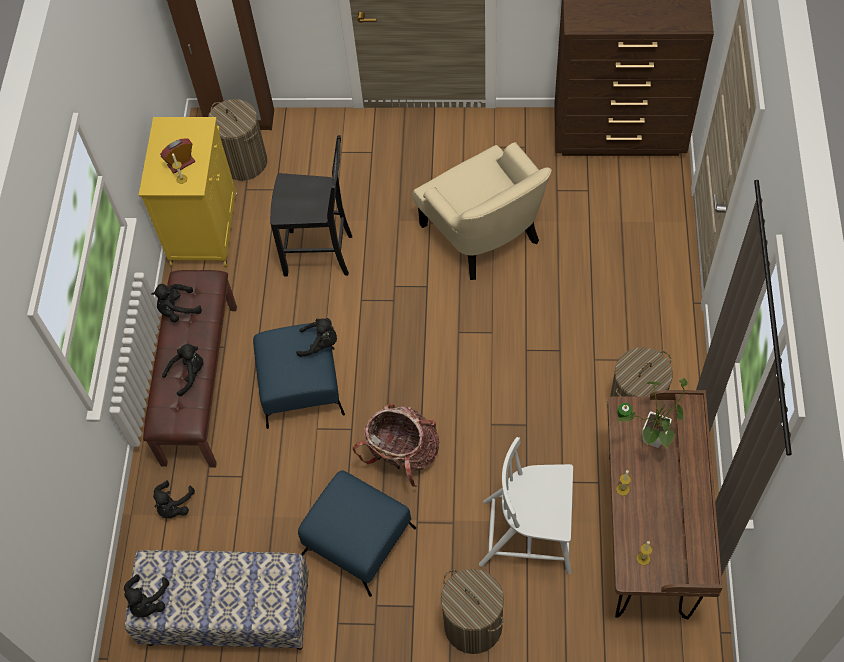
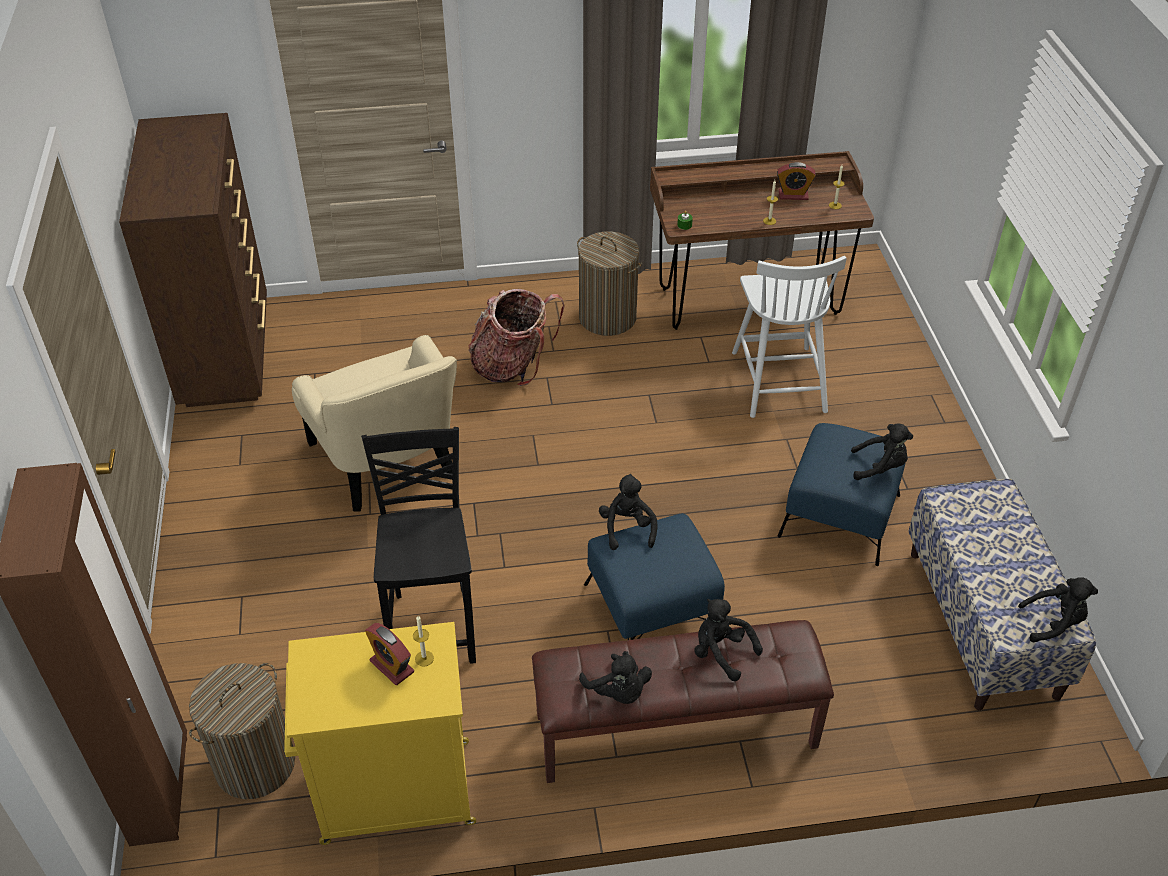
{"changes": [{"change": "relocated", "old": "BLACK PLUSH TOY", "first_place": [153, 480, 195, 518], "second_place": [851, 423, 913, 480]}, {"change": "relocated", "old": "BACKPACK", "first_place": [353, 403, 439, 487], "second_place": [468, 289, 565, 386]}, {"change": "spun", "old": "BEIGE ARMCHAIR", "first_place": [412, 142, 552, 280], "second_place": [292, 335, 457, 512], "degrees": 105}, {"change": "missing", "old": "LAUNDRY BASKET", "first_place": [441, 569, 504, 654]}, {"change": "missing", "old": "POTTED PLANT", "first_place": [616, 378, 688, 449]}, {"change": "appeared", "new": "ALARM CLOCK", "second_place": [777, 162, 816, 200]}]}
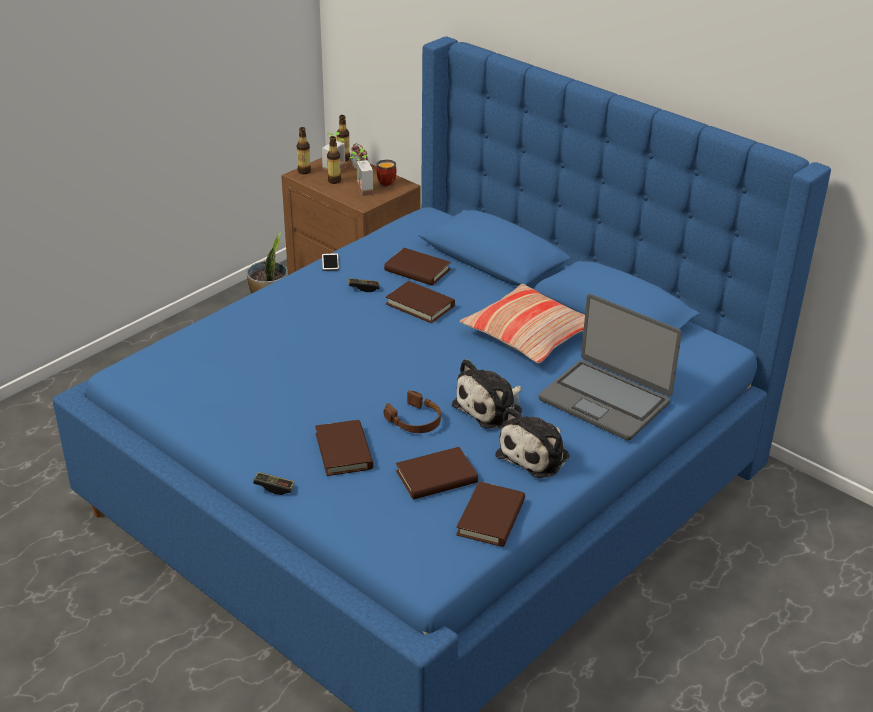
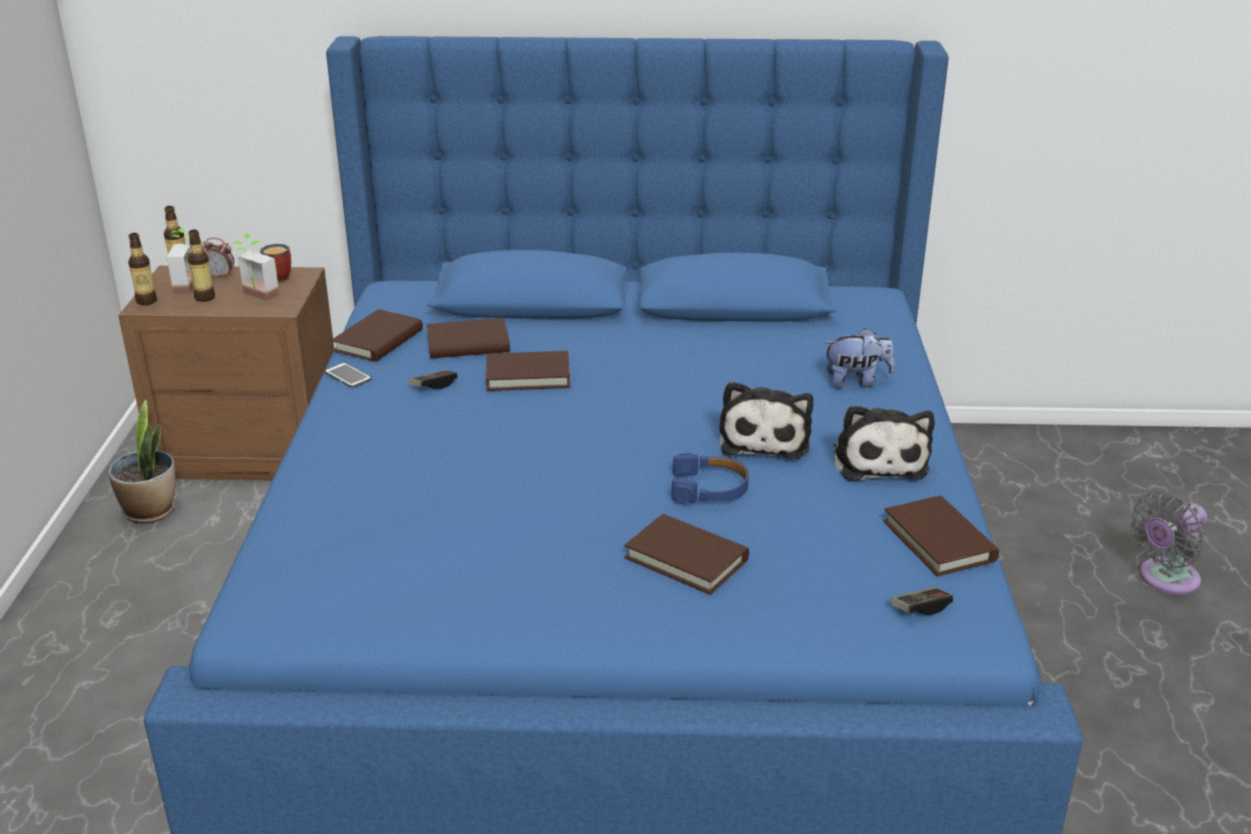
{"changes": [{"change": "relocated", "old": "GAME CONTROLLER", "first_place": [253, 472, 295, 495], "second_place": [891, 587, 953, 615]}, {"change": "colour", "old": "BROWN HEADPHONES", "new": "BLUE HEADPHONES", "first_place": [384, 391, 441, 433], "second_place": [671, 453, 749, 503]}, {"change": "relocated", "old": "BROWN BOOK", "first_place": [396, 447, 478, 500], "second_place": [331, 309, 423, 362]}, {"change": "missing", "old": "PILLOW", "first_place": [460, 284, 585, 364]}, {"change": "exchanged", "old": "LAPTOP", "new": "PLUSH TOY", "first_place": [538, 294, 682, 441], "second_place": [824, 328, 894, 388]}, {"change": "appeared", "new": "GREY FAN", "second_place": [1131, 491, 1207, 595]}]}
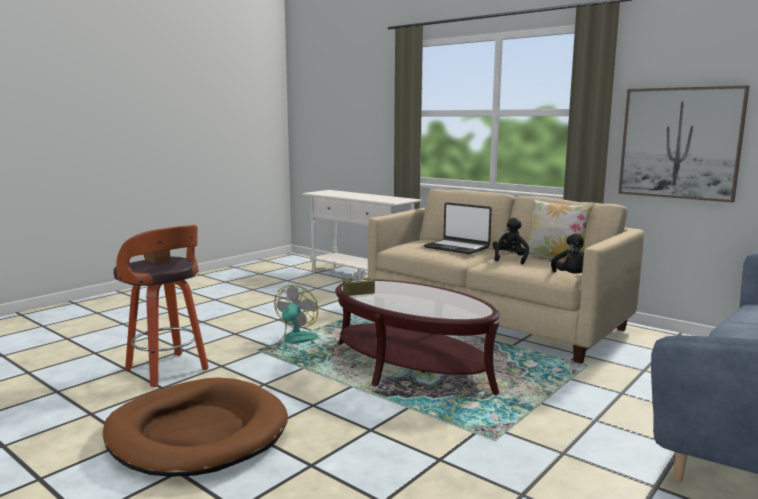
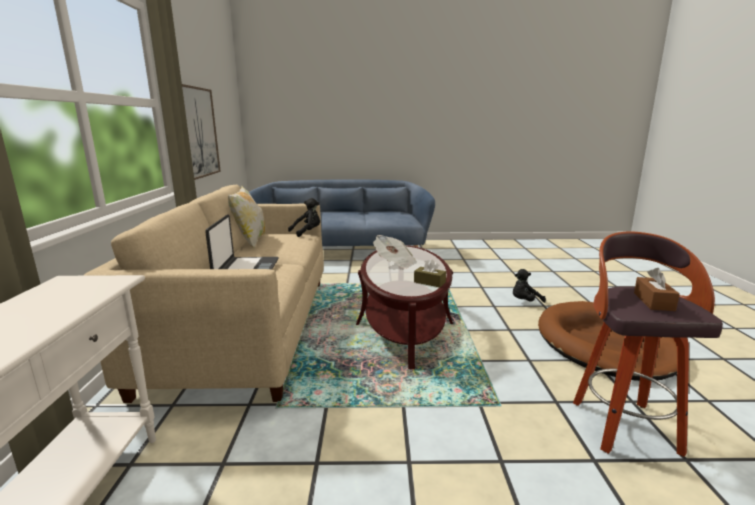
{"changes": [{"change": "missing", "old": "FAN", "first_place": [274, 285, 318, 351]}, {"change": "relocated", "old": "BLACK PLUSH TOY", "first_place": [493, 218, 529, 264], "second_place": [513, 269, 546, 303]}, {"change": "appeared", "new": "NEWSPAPER", "second_place": [373, 235, 415, 269]}]}
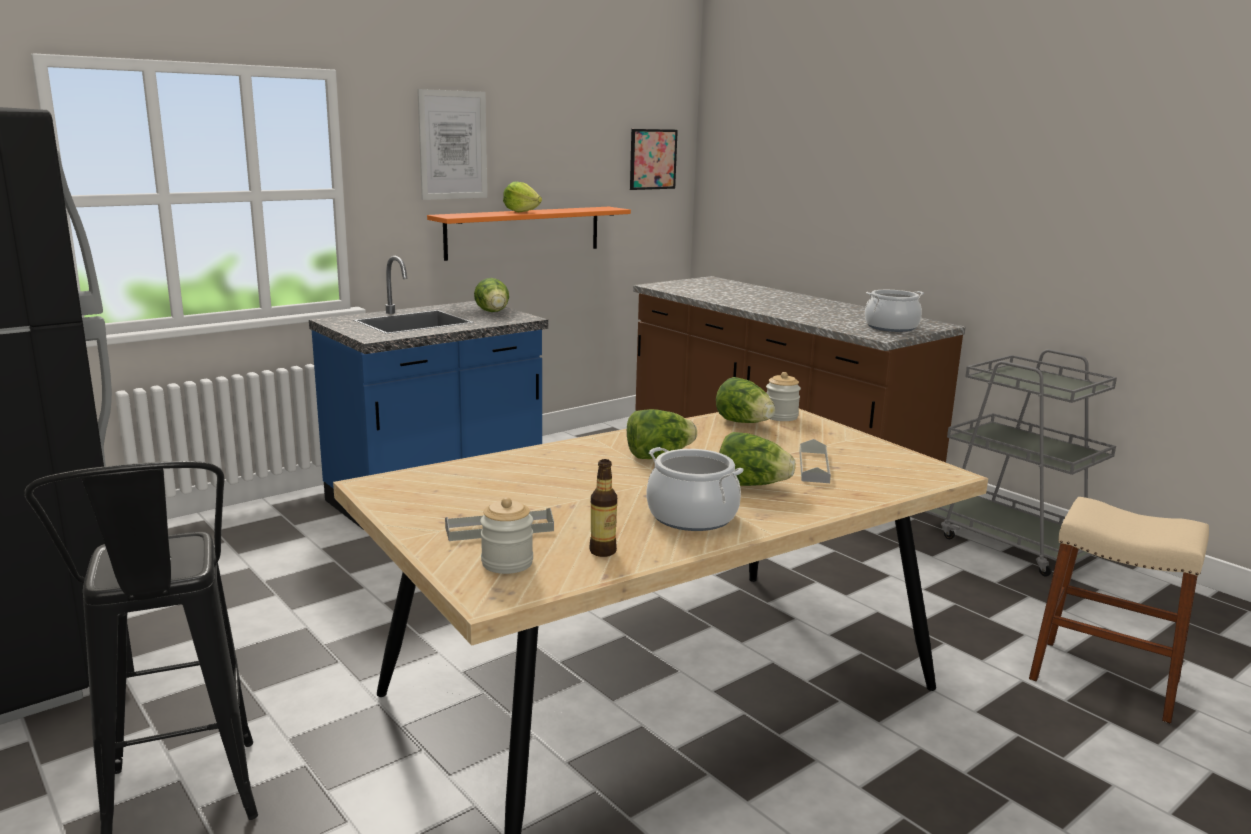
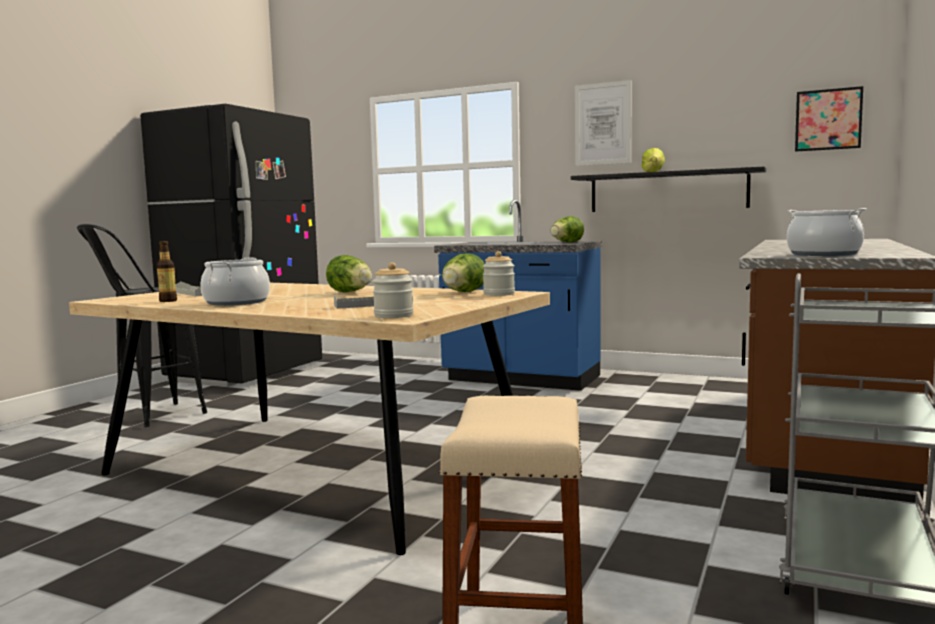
{"changes": [{"change": "colour", "old": "ORANGE SHELF", "new": "BLACK SHELF", "first_place": [427, 207, 631, 261], "second_place": [571, 167, 766, 212]}, {"change": "relocated", "old": "JAR", "first_place": [480, 497, 533, 574], "second_place": [373, 262, 413, 318]}, {"change": "missing", "old": "LETTUCE", "first_place": [719, 432, 795, 486]}]}
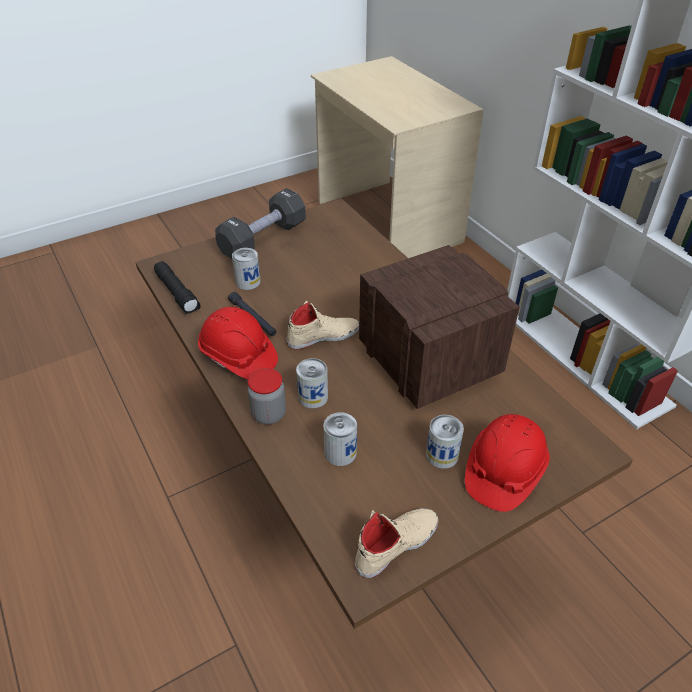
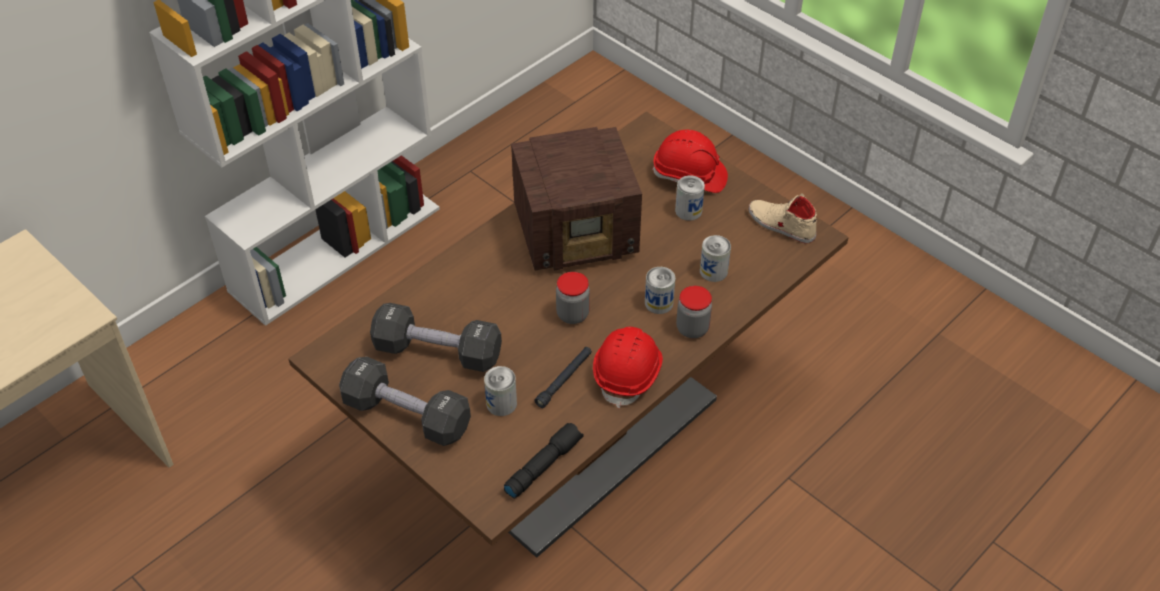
{"changes": [{"change": "exchanged", "old": "BEIGE SHOE", "new": "JAR", "first_place": [287, 301, 359, 350], "second_place": [556, 272, 590, 324]}, {"change": "spun", "old": "RADIO", "first_place": [359, 245, 520, 409], "second_place": [511, 127, 642, 271], "degrees": -150}, {"change": "appeared", "new": "BLACK DUMBBELL", "second_place": [370, 303, 502, 372]}]}
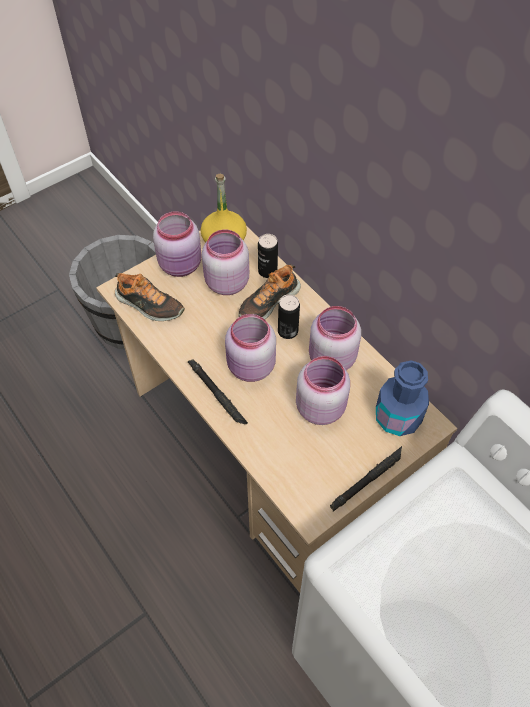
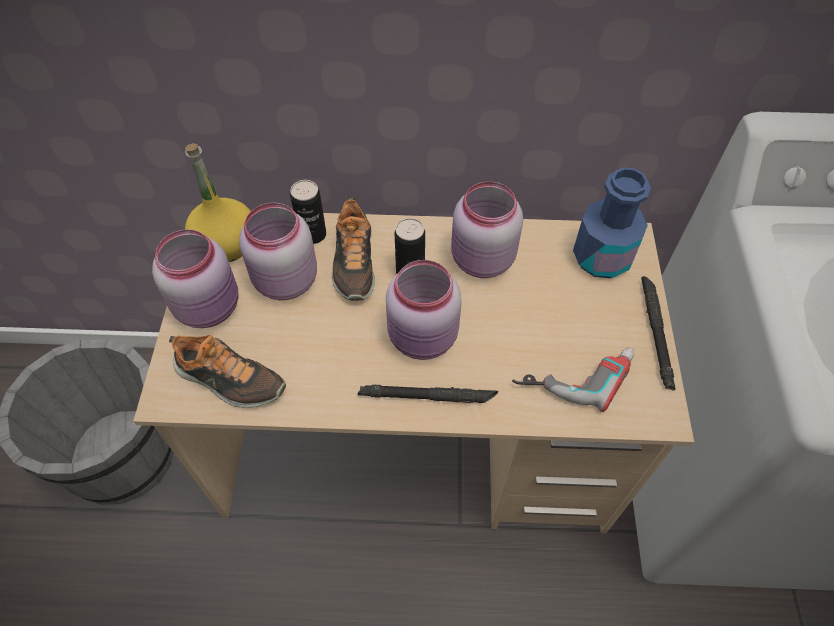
{"changes": [{"change": "spun", "old": "SHOE", "first_place": [115, 273, 185, 321], "second_place": [169, 335, 286, 408], "degrees": 45}, {"change": "missing", "old": "PINK JAR", "first_place": [296, 356, 350, 425]}, {"change": "appeared", "new": "POWER DRILL", "second_place": [512, 347, 634, 412]}]}
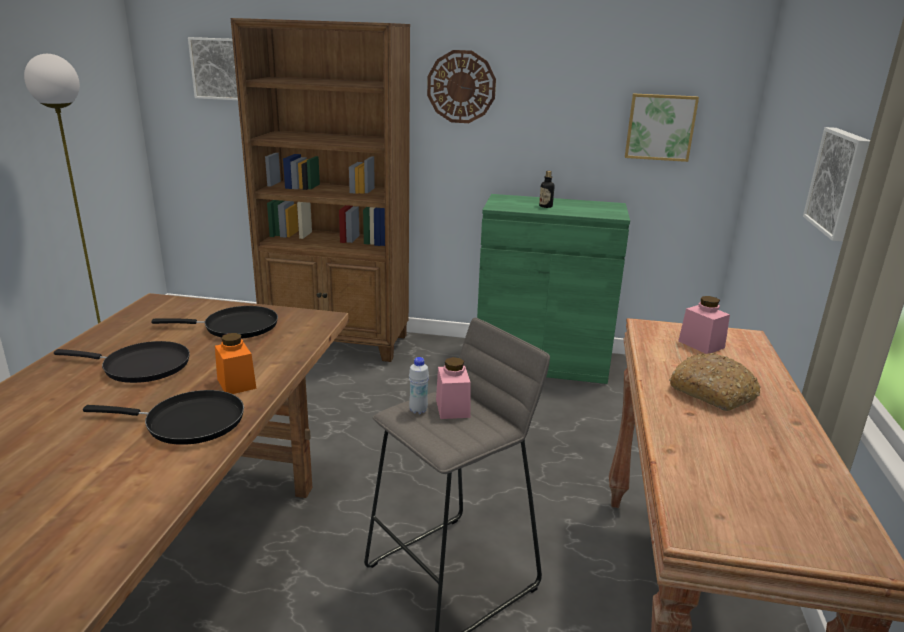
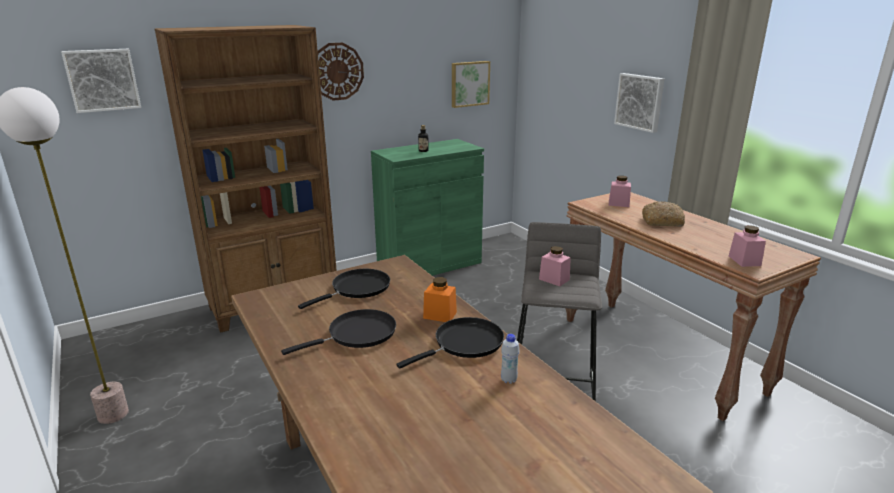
{"changes": [{"change": "relocated", "old": "WHITE BOTTLE", "first_place": [409, 357, 429, 414], "second_place": [501, 334, 520, 384]}, {"change": "appeared", "new": "PINK JAR", "second_place": [729, 225, 766, 267]}]}
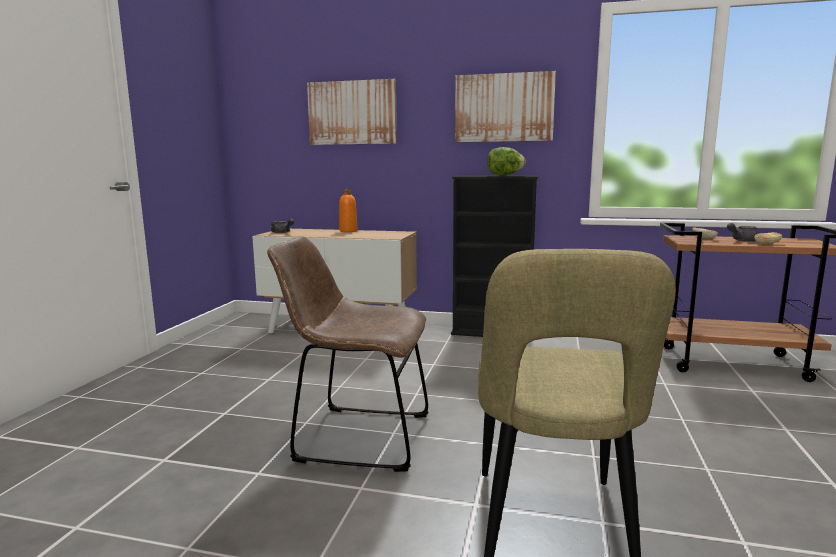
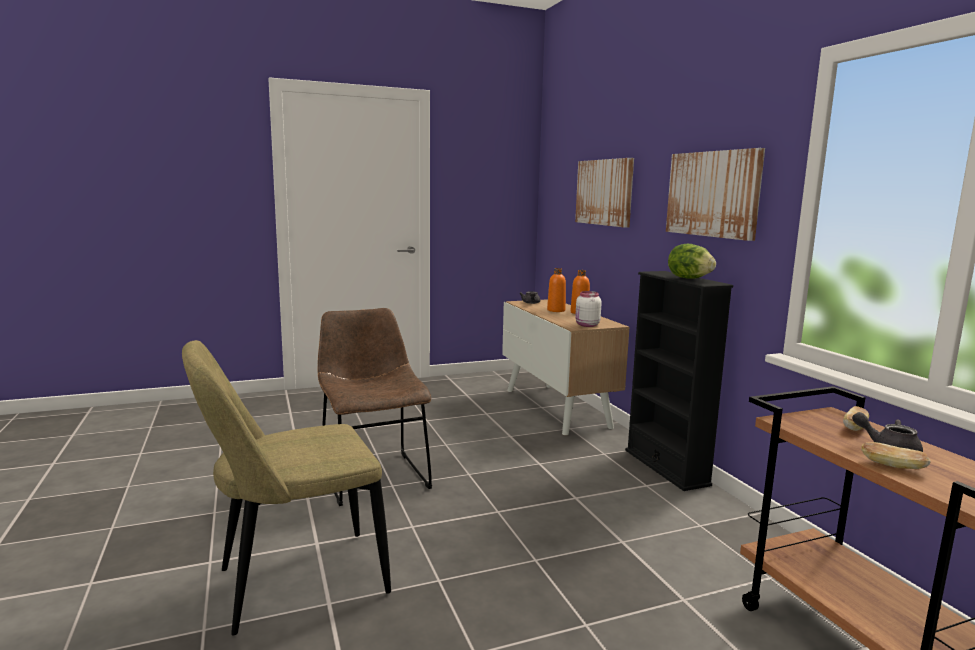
{"changes": [{"change": "appeared", "new": "ORANGE BOTTLE", "second_place": [547, 268, 566, 312]}, {"change": "appeared", "new": "WHITE JAR", "second_place": [575, 291, 602, 327]}]}
